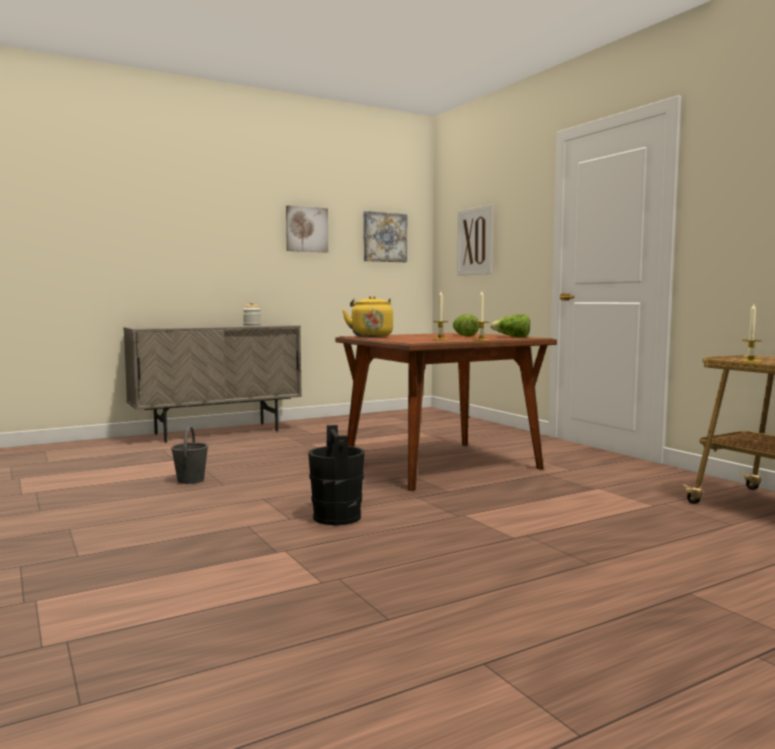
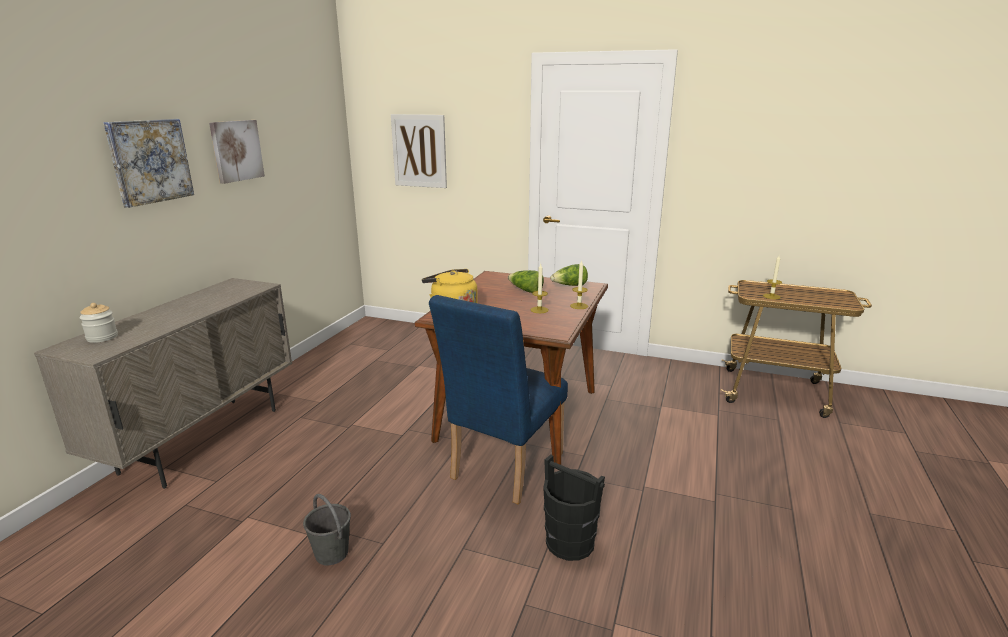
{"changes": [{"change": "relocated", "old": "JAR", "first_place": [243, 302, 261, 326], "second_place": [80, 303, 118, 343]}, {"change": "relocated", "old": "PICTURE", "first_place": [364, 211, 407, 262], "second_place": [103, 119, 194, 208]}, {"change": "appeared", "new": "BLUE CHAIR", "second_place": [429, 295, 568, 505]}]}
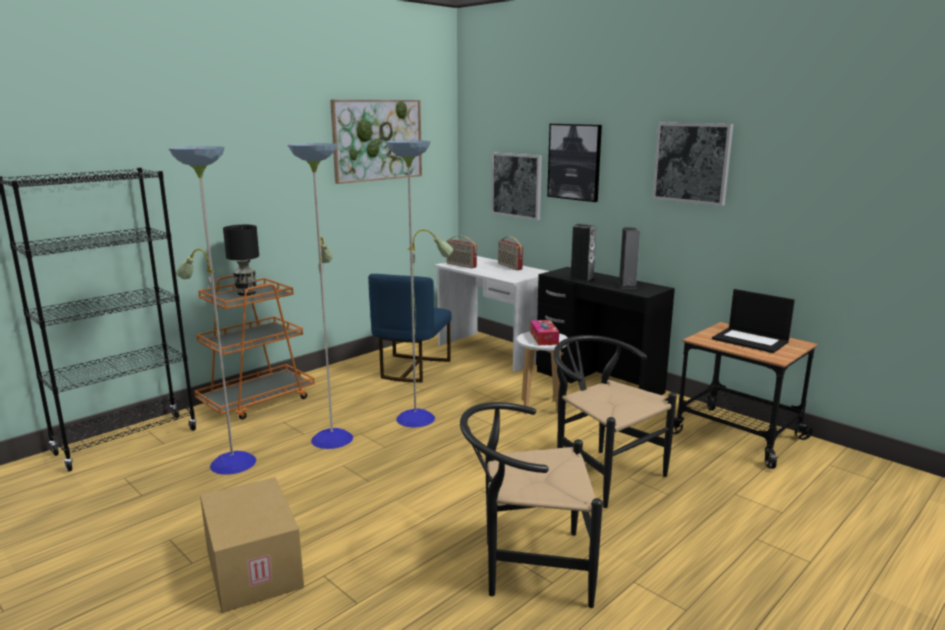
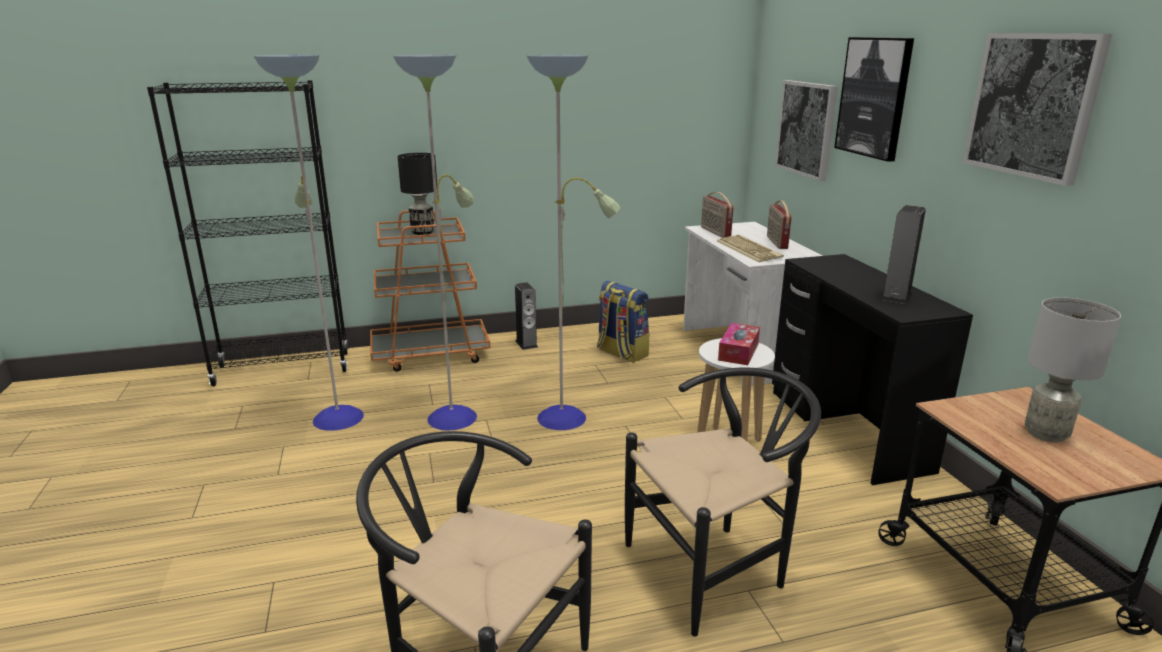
{"changes": [{"change": "missing", "old": "CARDBOARD BOX", "first_place": [200, 477, 304, 613]}, {"change": "missing", "old": "PICTURE", "first_place": [330, 100, 422, 184]}, {"change": "exchanged", "old": "BLUE CHAIR", "new": "BACKPACK", "first_place": [368, 274, 452, 383], "second_place": [597, 281, 649, 362]}, {"change": "spun", "old": "BLACK CHAIR", "first_place": [553, 335, 677, 508], "second_place": [625, 367, 821, 637], "degrees": 75}, {"change": "relocated", "old": "SPEAKER", "first_place": [569, 224, 596, 283], "second_place": [515, 282, 538, 350]}, {"change": "exchanged", "old": "LAPTOP", "new": "GREY TABLE LAMP", "first_place": [712, 289, 795, 353], "second_place": [1025, 297, 1121, 442]}, {"change": "appeared", "new": "KEYBOARD", "second_place": [717, 235, 784, 262]}]}
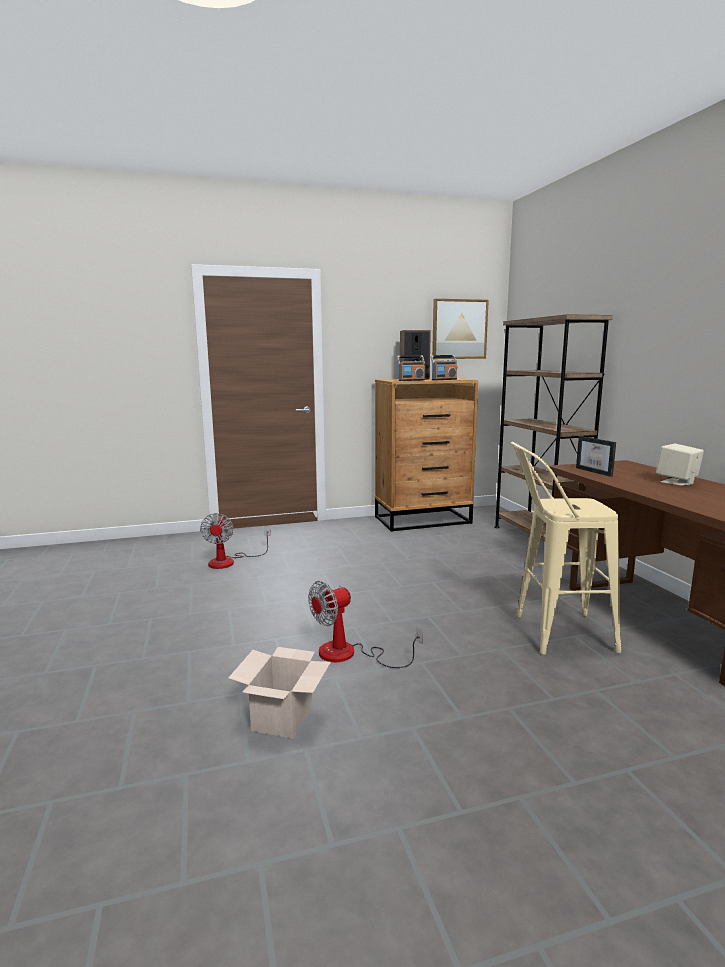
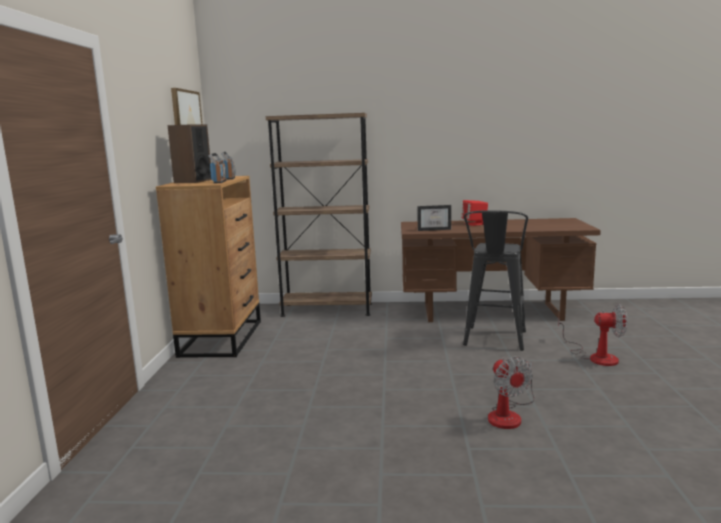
{"changes": [{"change": "relocated", "old": "FAN", "first_place": [200, 513, 271, 569], "second_place": [558, 304, 627, 366]}, {"change": "missing", "old": "CARDBOARD BOX", "first_place": [228, 647, 331, 739]}, {"change": "colour", "old": "BEIGE STOOL", "new": "BLACK STOOL", "first_place": [510, 442, 621, 655], "second_place": [463, 210, 528, 351]}, {"change": "colour", "old": "BEIGE SPEAKER", "new": "RED SPEAKER", "first_place": [656, 443, 704, 486], "second_place": [461, 200, 488, 226]}]}
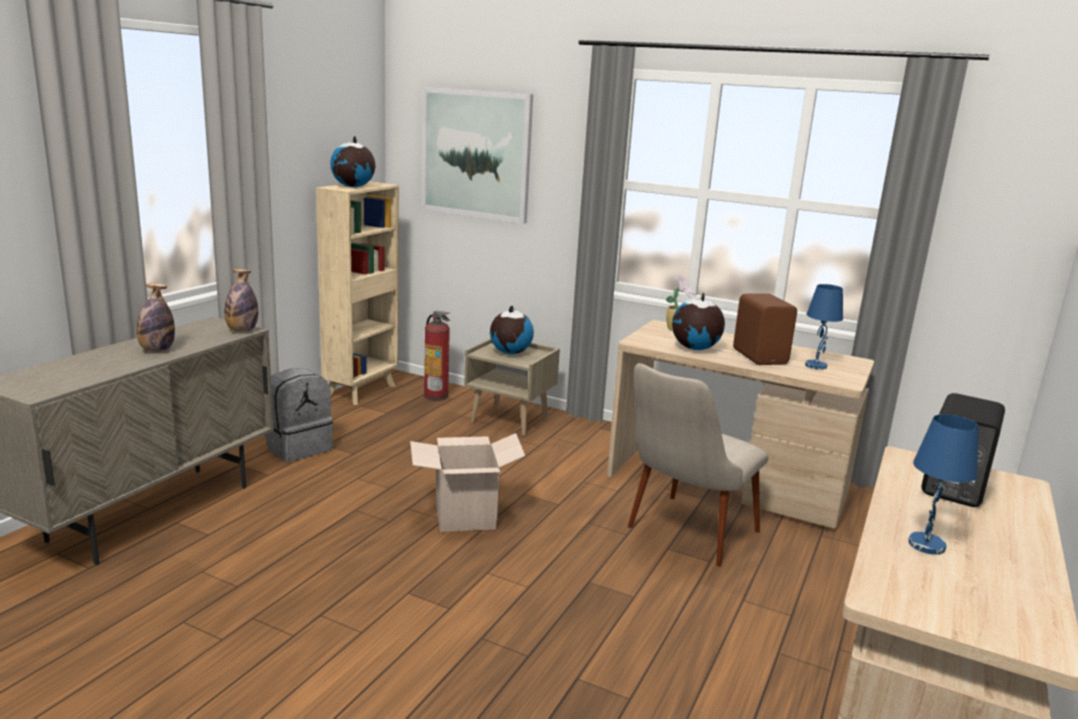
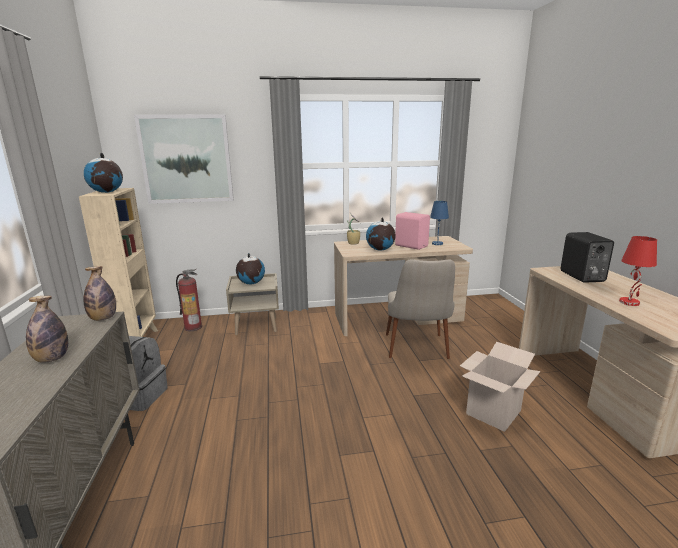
{"changes": [{"change": "relocated", "old": "CARDBOARD BOX", "first_place": [410, 433, 525, 532], "second_place": [460, 342, 540, 432]}, {"change": "colour", "old": "BROWN SPEAKER", "new": "PINK SPEAKER", "first_place": [733, 294, 797, 365], "second_place": [395, 212, 430, 250]}, {"change": "colour", "old": "BLUE TABLE LAMP", "new": "RED TABLE LAMP", "first_place": [908, 414, 979, 555], "second_place": [619, 236, 657, 306]}]}
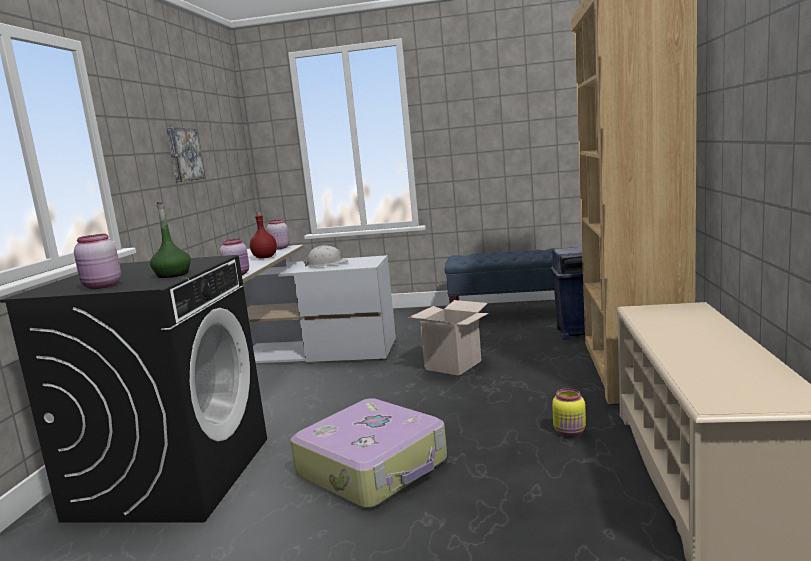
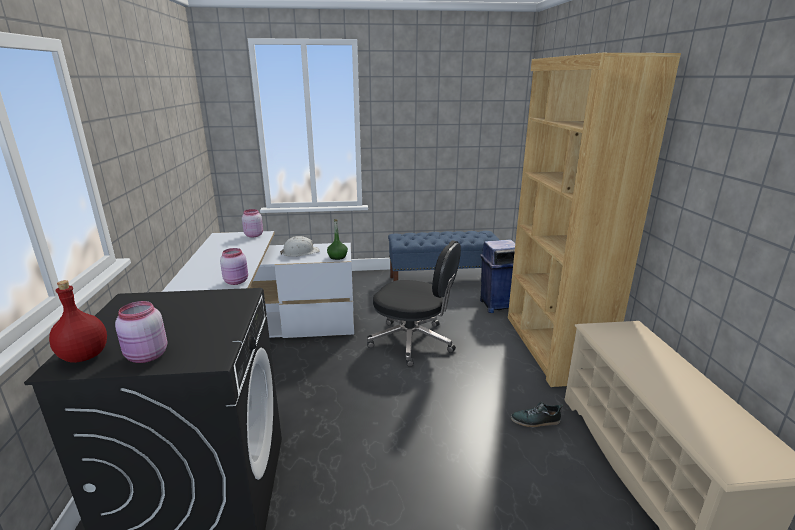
{"changes": [{"change": "relocated", "old": "GREEN BOTTLE", "first_place": [150, 202, 191, 278], "second_place": [327, 219, 348, 260]}, {"change": "missing", "old": "PICTURE", "first_place": [166, 127, 206, 183]}, {"change": "relocated", "old": "RED BOTTLE", "first_place": [250, 212, 277, 259], "second_place": [49, 280, 107, 363]}, {"change": "missing", "old": "SUITCASE", "first_place": [290, 398, 447, 508]}, {"change": "exchanged", "old": "CARDBOARD BOX", "new": "BLACK OFFICE CHAIR", "first_place": [408, 300, 489, 376], "second_place": [367, 240, 461, 367]}, {"change": "exchanged", "old": "YELLOW JAR", "new": "SHOE", "first_place": [552, 388, 586, 437], "second_place": [511, 402, 563, 427]}]}
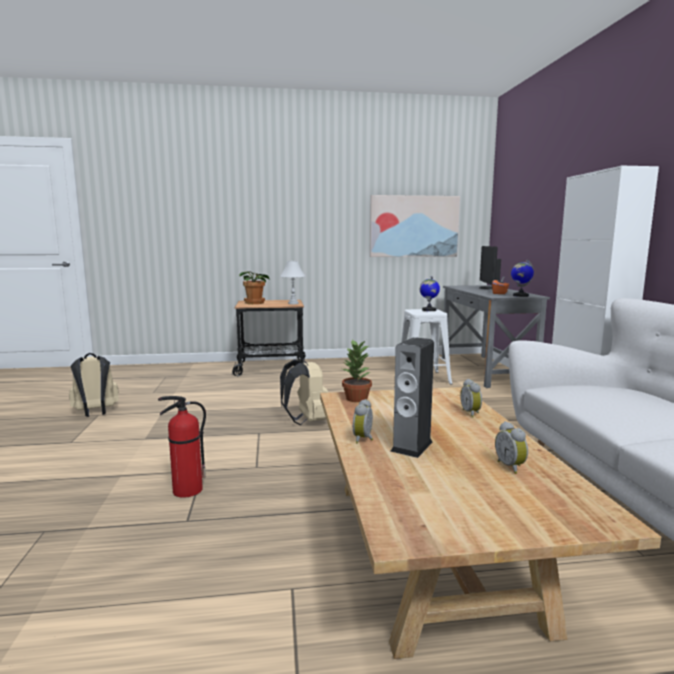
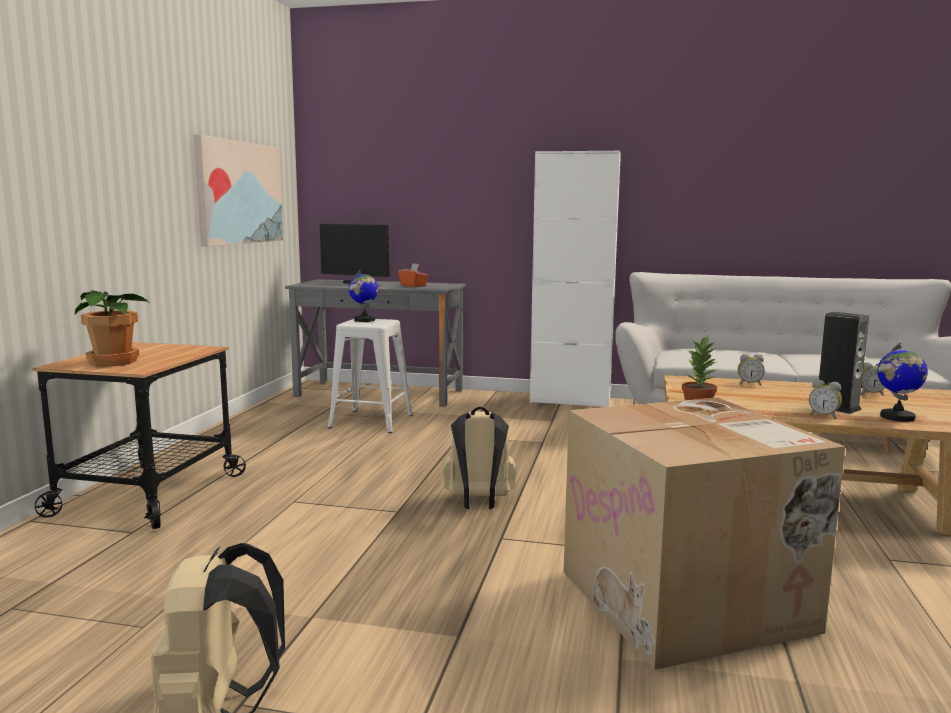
{"changes": [{"change": "exchanged", "old": "FIRE EXTINGUISHER", "new": "CARDBOARD BOX", "first_place": [158, 396, 206, 498], "second_place": [564, 397, 845, 670]}, {"change": "missing", "old": "WHITE TABLE LAMP", "first_place": [280, 261, 306, 304]}, {"change": "relocated", "old": "GLOBE", "first_place": [511, 259, 534, 297], "second_place": [877, 343, 928, 422]}]}
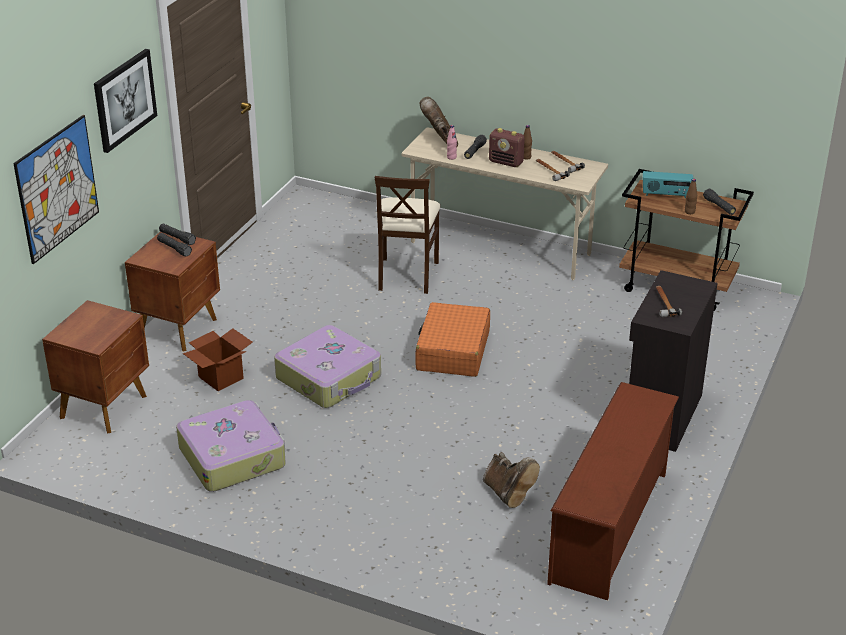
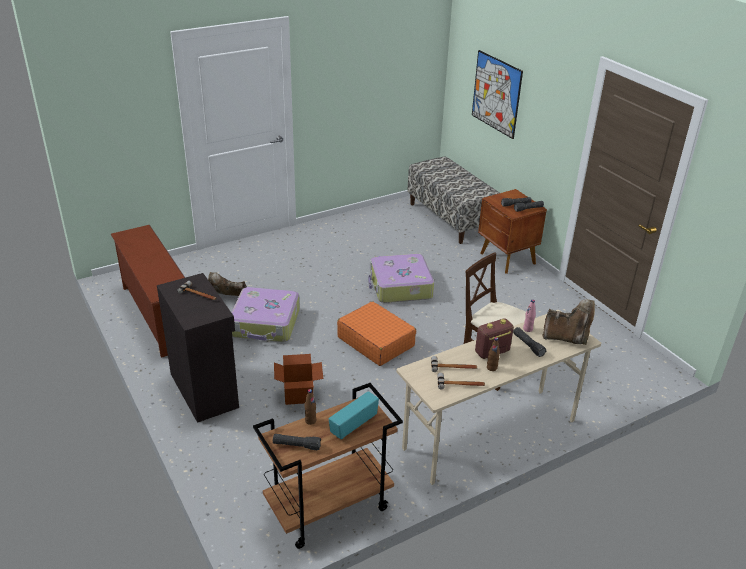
{"changes": [{"change": "exchanged", "old": "BROWN NIGHTSTAND", "new": "BENCH", "first_place": [42, 300, 149, 434], "second_place": [407, 156, 499, 244]}, {"change": "missing", "old": "PICTURE", "first_place": [94, 49, 157, 153]}, {"change": "relocated", "old": "SUITCASE", "first_place": [176, 400, 286, 492], "second_place": [231, 287, 300, 342]}, {"change": "relocated", "old": "CARDBOARD BOX", "first_place": [183, 328, 253, 391], "second_place": [274, 354, 323, 405]}]}
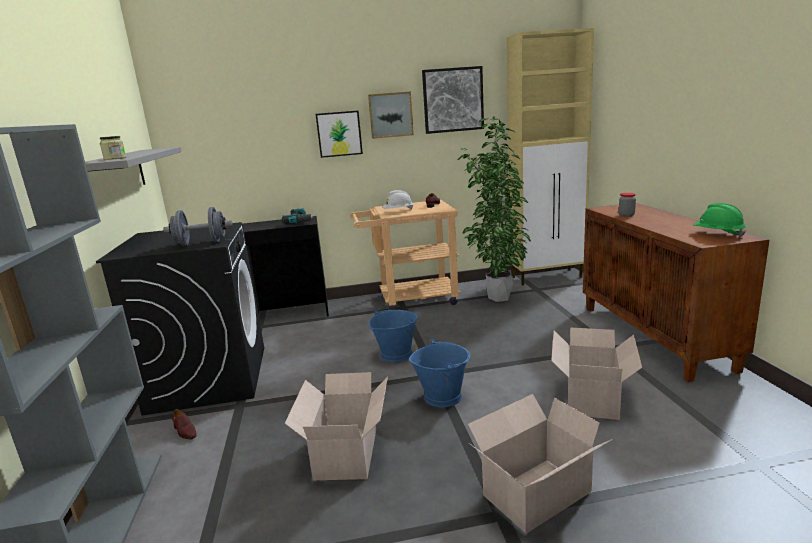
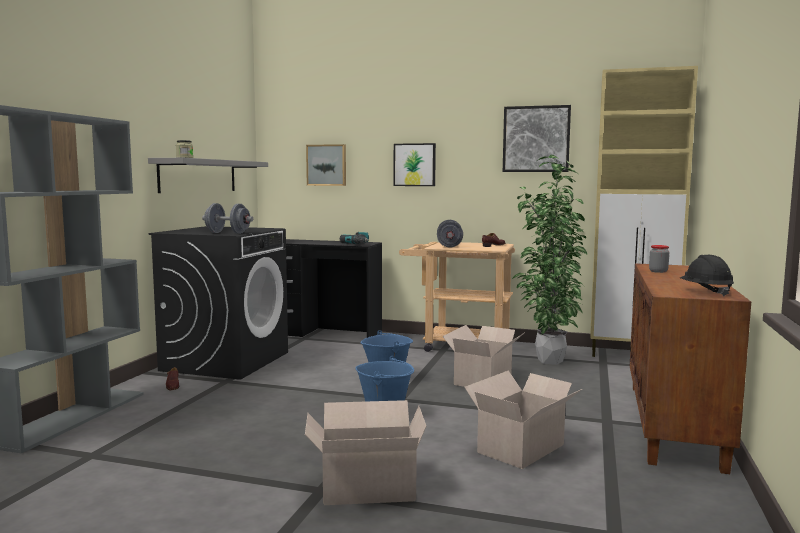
{"changes": [{"change": "relocated", "old": "CARDBOARD BOX", "first_place": [285, 372, 388, 480], "second_place": [442, 325, 524, 387]}, {"change": "relocated", "old": "PICTURE", "first_place": [368, 91, 414, 139], "second_place": [306, 144, 346, 186]}, {"change": "exchanged", "old": "WHITE HARD HAT", "new": "GREY DUMBBELL", "first_place": [382, 190, 413, 210], "second_place": [437, 220, 463, 248]}, {"change": "colour", "old": "GREEN HARD HAT", "new": "BLACK HARD HAT", "first_place": [693, 203, 746, 237], "second_place": [680, 255, 734, 297]}]}
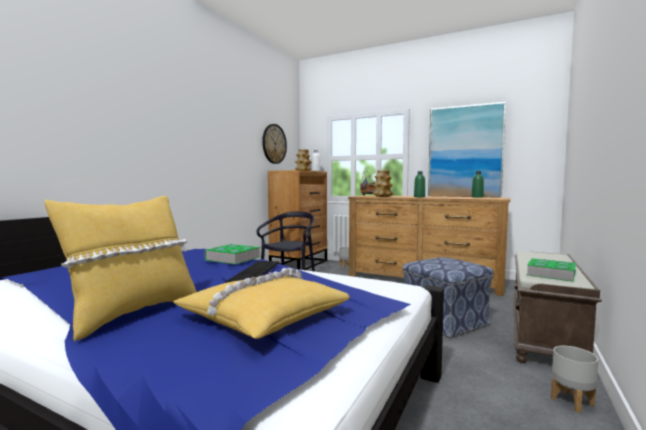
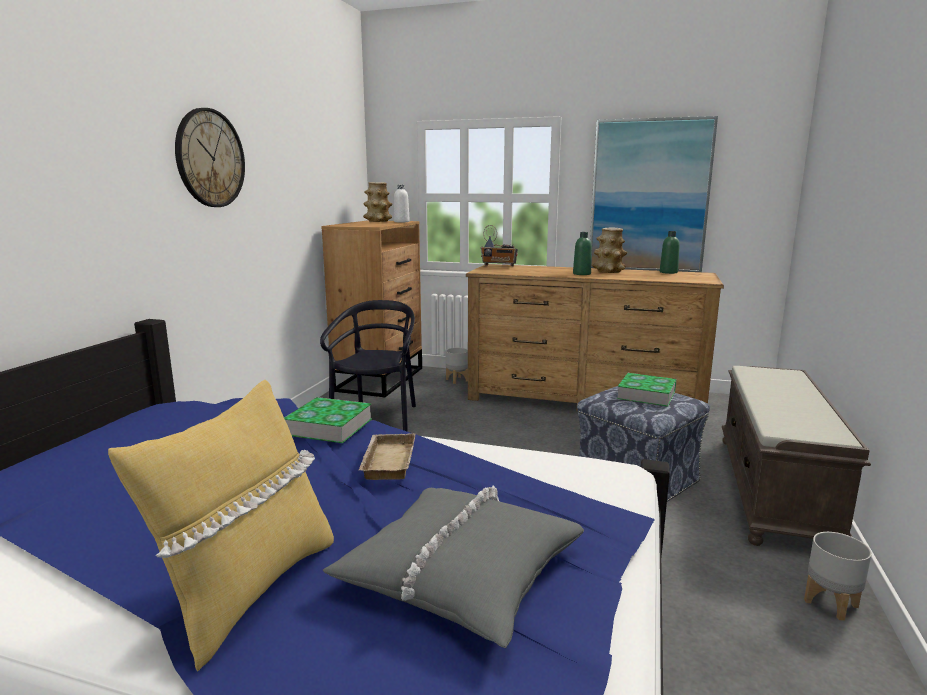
{"changes": [{"change": "colour", "old": "YELLOW PILLOW", "new": "GREY PILLOW", "first_place": [173, 268, 351, 339], "second_place": [323, 486, 584, 648]}, {"change": "exchanged", "old": "KEYBOARD", "new": "BEIGE TRAY", "first_place": [226, 261, 279, 283], "second_place": [359, 433, 415, 480]}, {"change": "relocated", "old": "WALL CLOCK", "first_place": [262, 124, 287, 164], "second_place": [175, 108, 245, 207]}, {"change": "relocated", "old": "VASE", "first_place": [372, 170, 393, 197], "second_place": [592, 228, 627, 273]}, {"change": "relocated", "old": "BOOK", "first_place": [527, 258, 576, 282], "second_place": [617, 373, 677, 407]}]}
